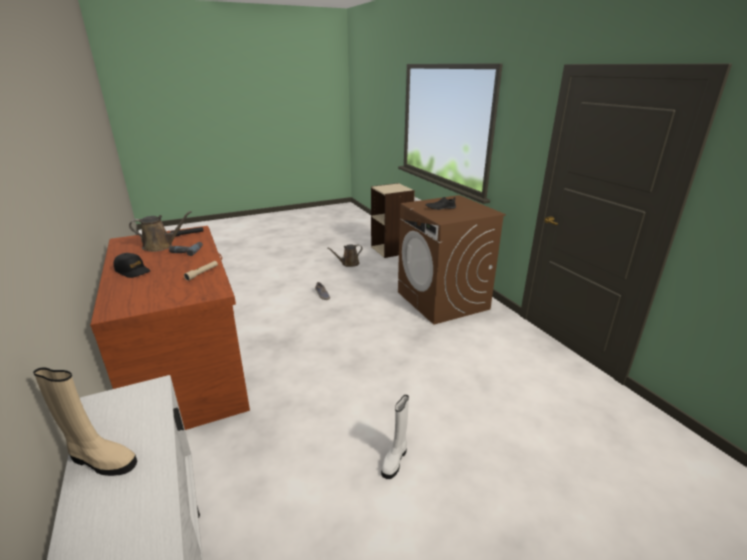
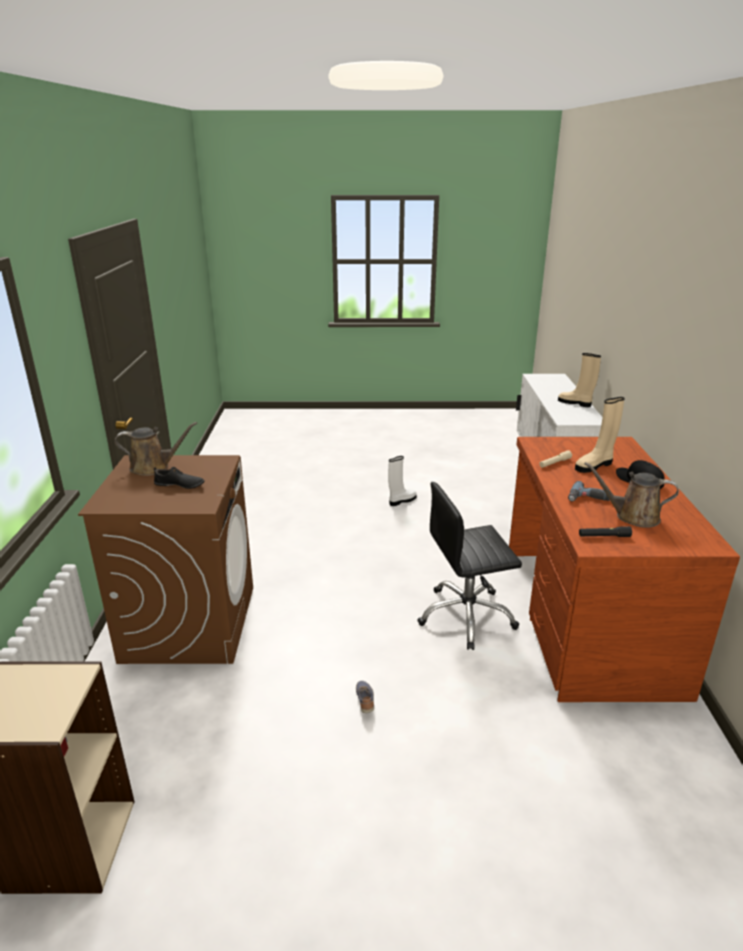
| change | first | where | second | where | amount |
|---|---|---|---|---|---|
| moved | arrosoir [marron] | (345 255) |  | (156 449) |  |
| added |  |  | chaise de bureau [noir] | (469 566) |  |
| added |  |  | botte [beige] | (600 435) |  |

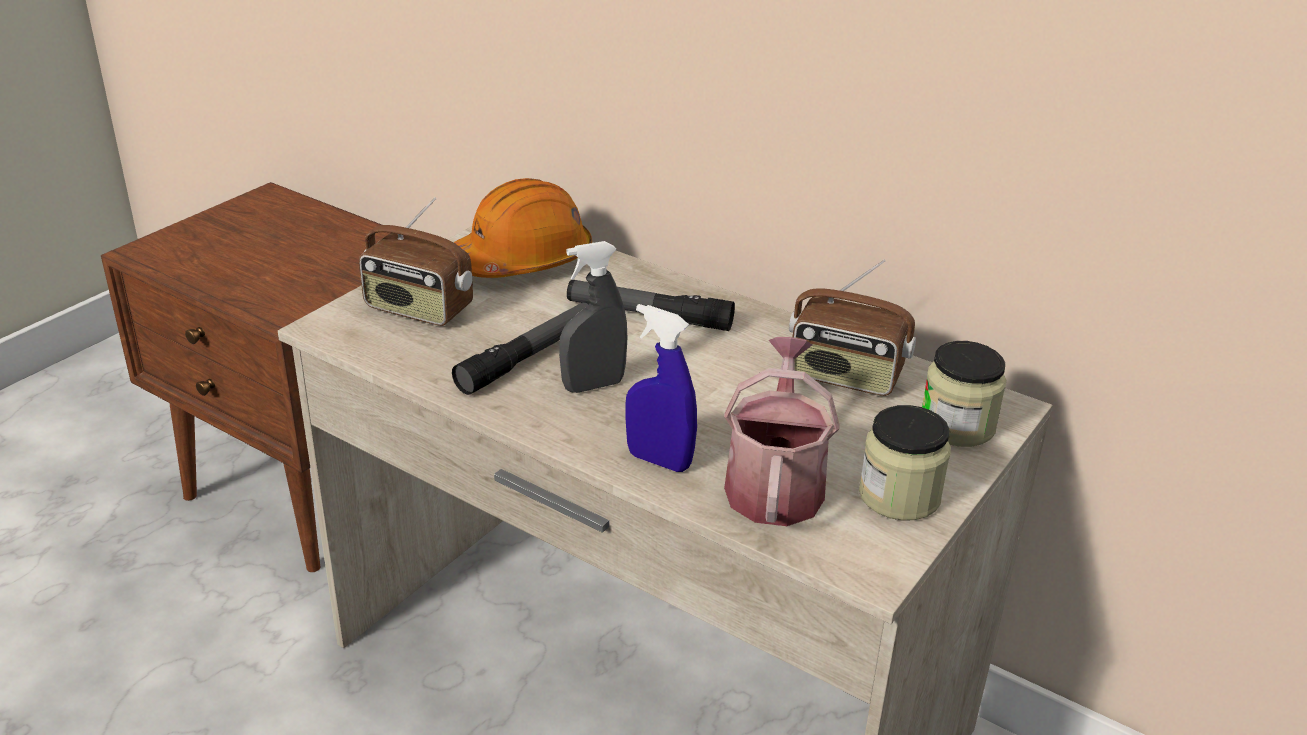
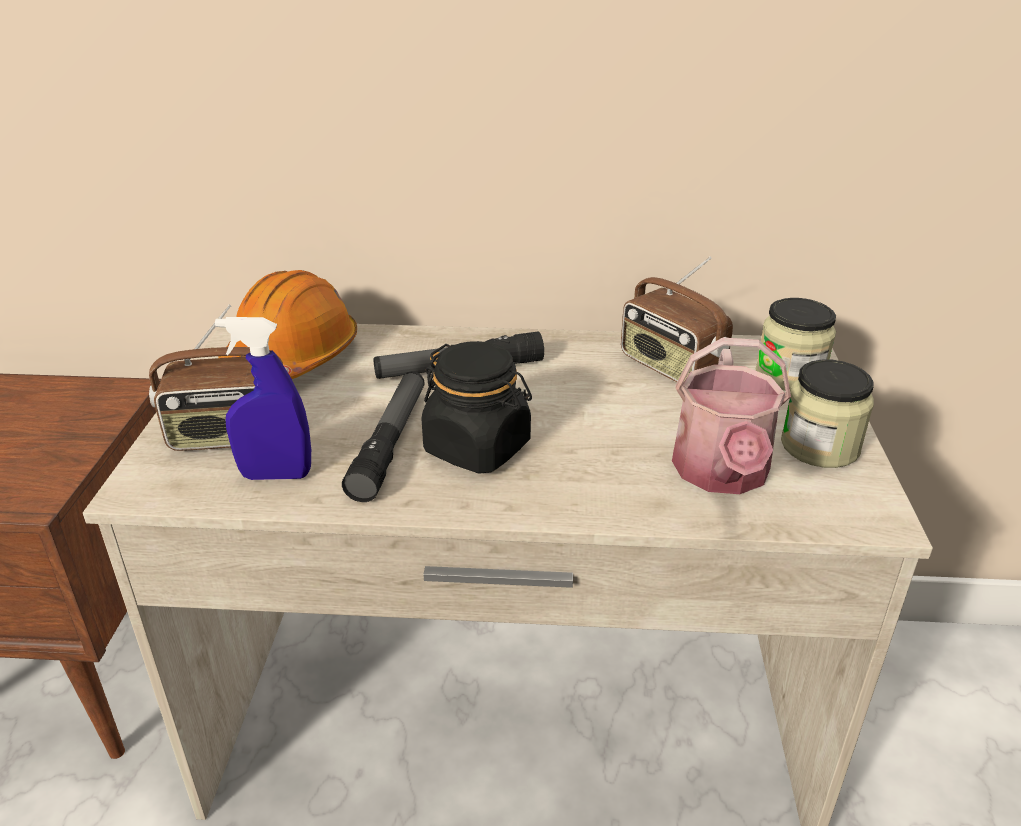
| change | first | where | second | where | amount |
|---|---|---|---|---|---|
| replaced | vaporisateur [gris] | (593 317) | bocal [noir] | (477 407) |  |
| moved | vaporisateur [bleu] | (661 388) |  | (263 398) |  |
| turned | arrosoir | (782 431) |  | (731 415) | 150 degrees counterclockwise |
| turned | radio | (852 327) |  | (677 319) | 60 degrees clockwise |

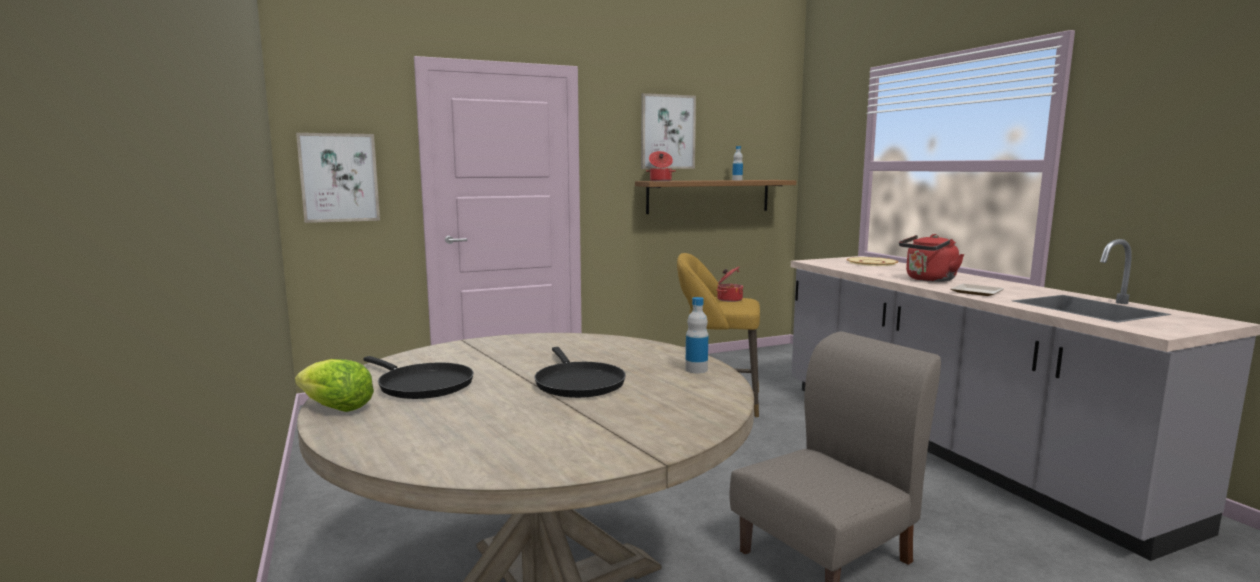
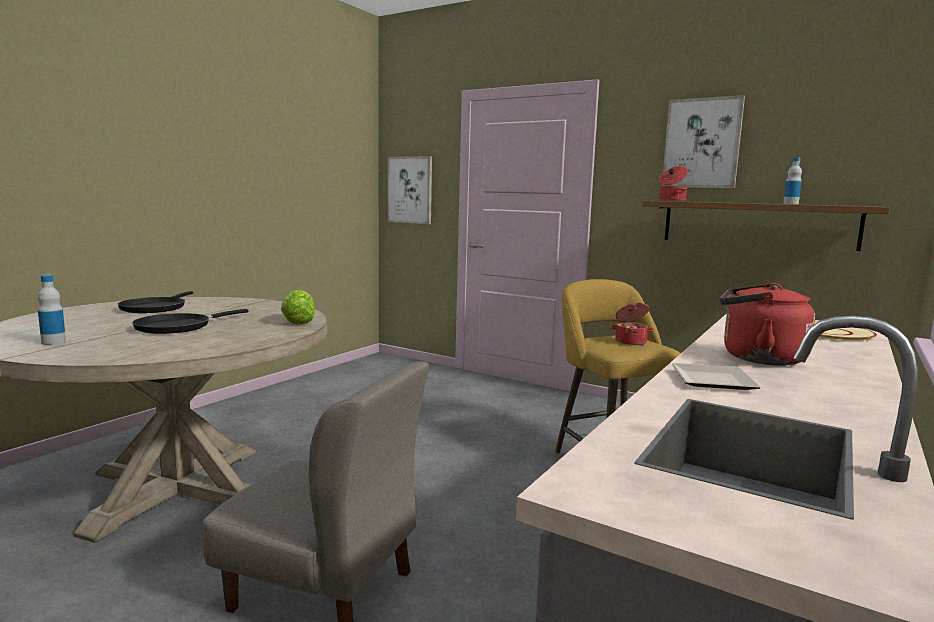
| change | first | where | second | where | amount |
|---|---|---|---|---|---|
| moved | laitue | (334 385) |  | (298 307) |  |
| moved | bouteille | (696 335) |  | (52 310) |  |

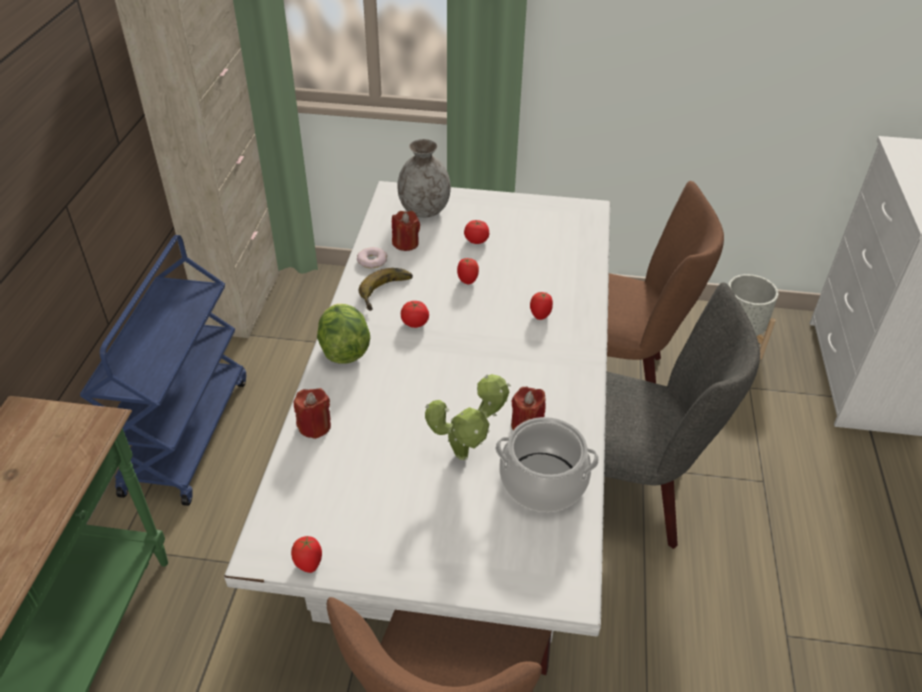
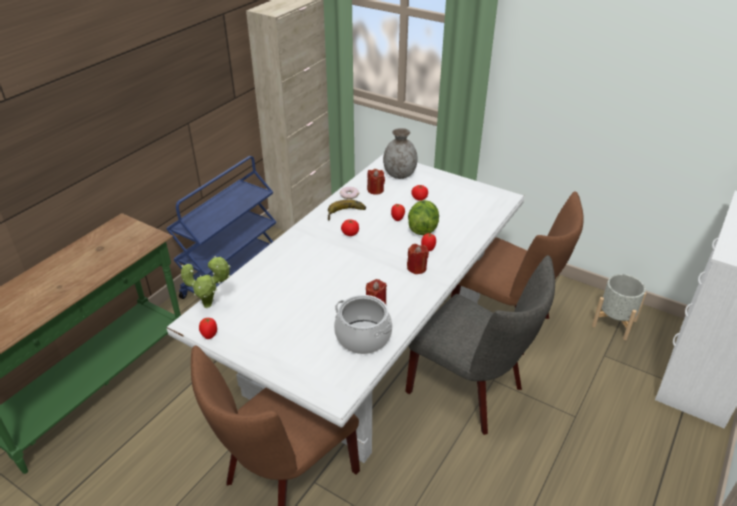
| change | first | where | second | where | amount |
|---|---|---|---|---|---|
| moved | bougie [rouge] | (312 413) |  | (418 259) |  |
| moved | laitue | (343 333) |  | (423 217) |  |
| moved | plante en pot | (468 417) |  | (206 281) |  |

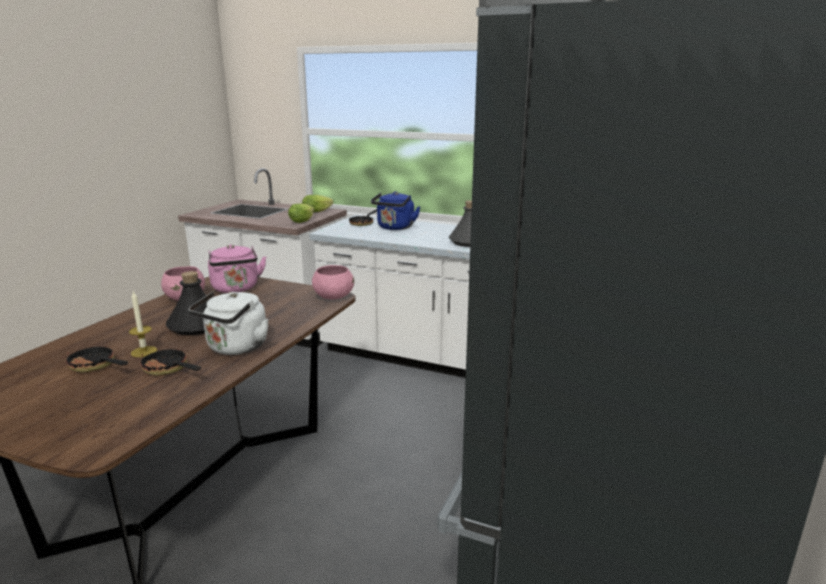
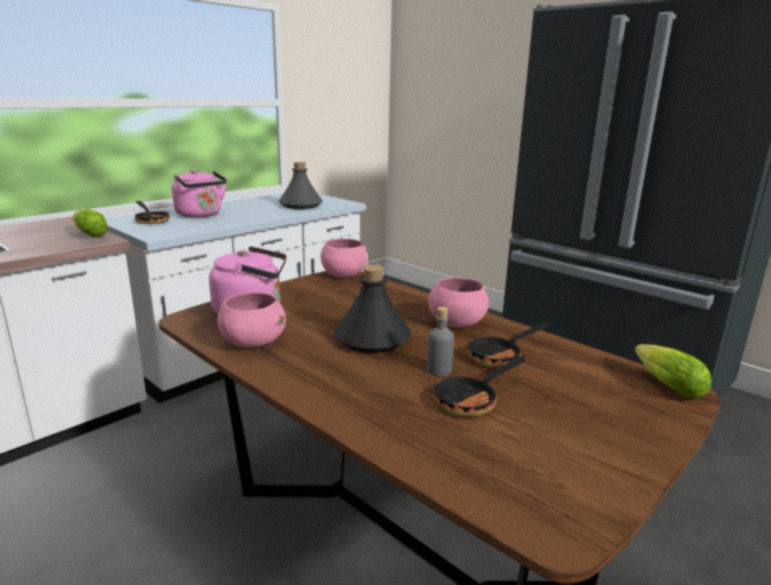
| change | first | where | second | where | amount |
|---|---|---|---|---|---|
| replaced | bougie | (143 324) | bouteille [gris] | (440 341) |  |
| replaced | bouilloire [blanc] | (229 323) | bol [rose] | (458 302) |  |
| moved | laitue | (317 204) |  | (673 371) |  |
| recoloured | bouilloire [bleu] | (395 210) | bouilloire [rose] | (199 193) |  |

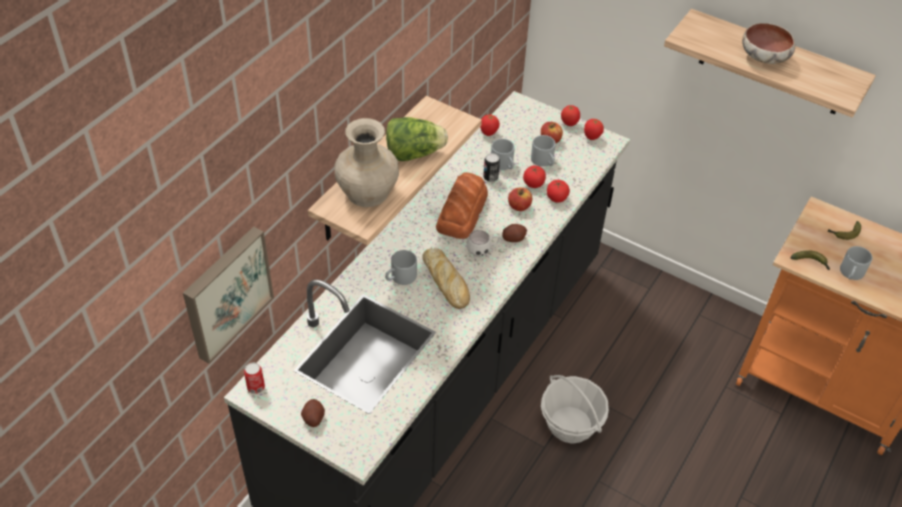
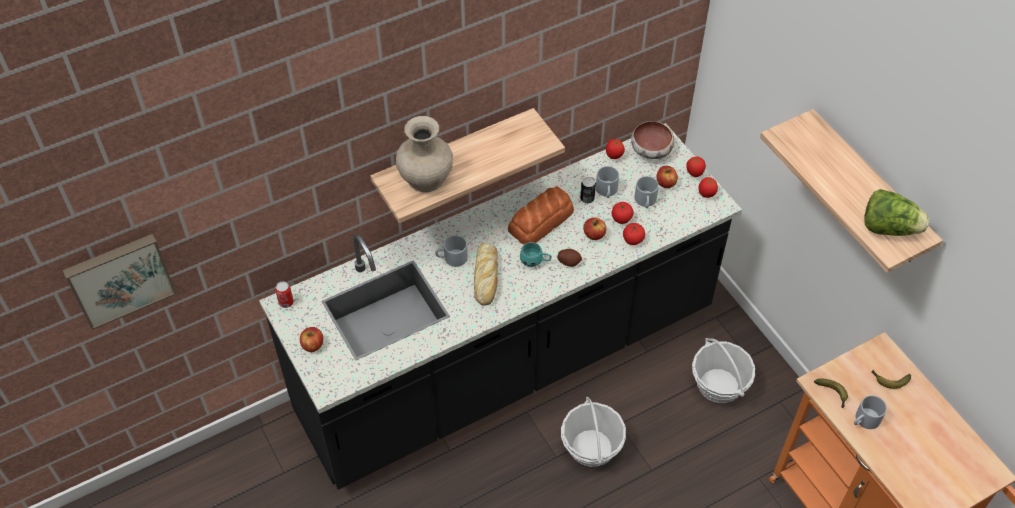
| change | first | where | second | where | amount |
|---|---|---|---|---|---|
| moved | tableau | (228 295) |  | (119 282) |  |
| replaced | pomme de terre | (313 413) | pomme | (311 339) |  |
| moved | laitue | (417 139) |  | (896 212) |  |
| recoloured | mug [blanc] | (483 243) | mug [turquoise] | (536 254) |  |
| moved | bol | (768 43) |  | (652 140) |  |
| added |  |  | panier | (723 370) |  |

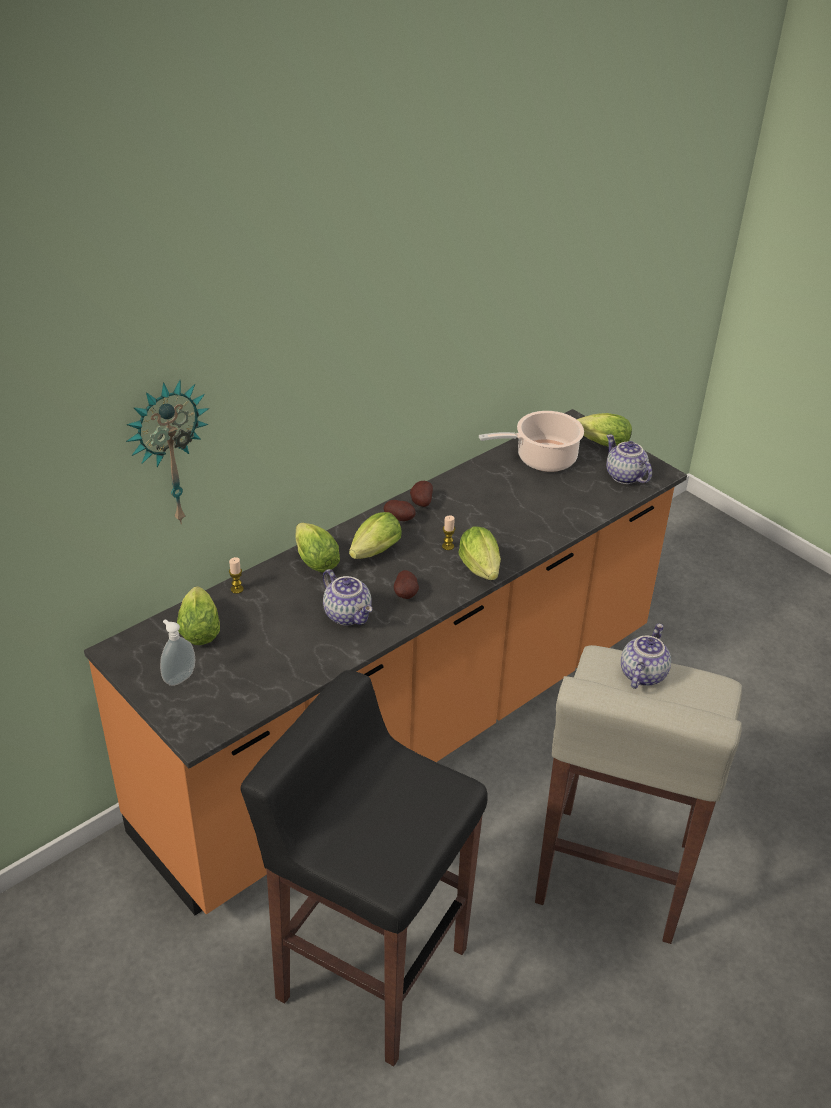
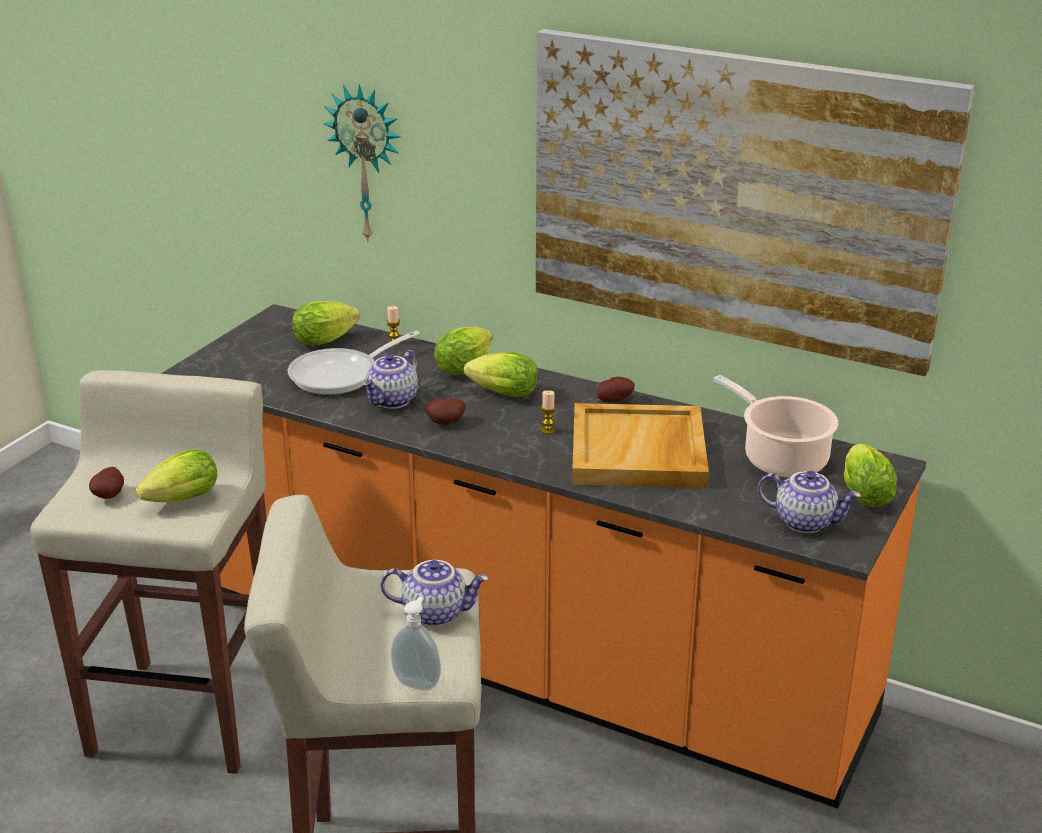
| change | first | where | second | where | amount |
|---|---|---|---|---|---|
| moved | distributeur de savon | (177 652) |  | (416 644) |  |
| recoloured | tabouret [noir] | (364 868) | tabouret [beige] | (148 572) |  |
| moved | pomme de terre | (400 510) |  | (106 483) |  |
| moved | laitue | (479 553) |  | (176 475) |  |
| turned | théière | (629 459) |  | (809 502) | 75 degrees clockwise |
| added |  |  | poêle | (354 363) |  |
| added |  |  | tableau | (755 202) |  |
| added |  |  | plateau [beige] | (640 445) |  |

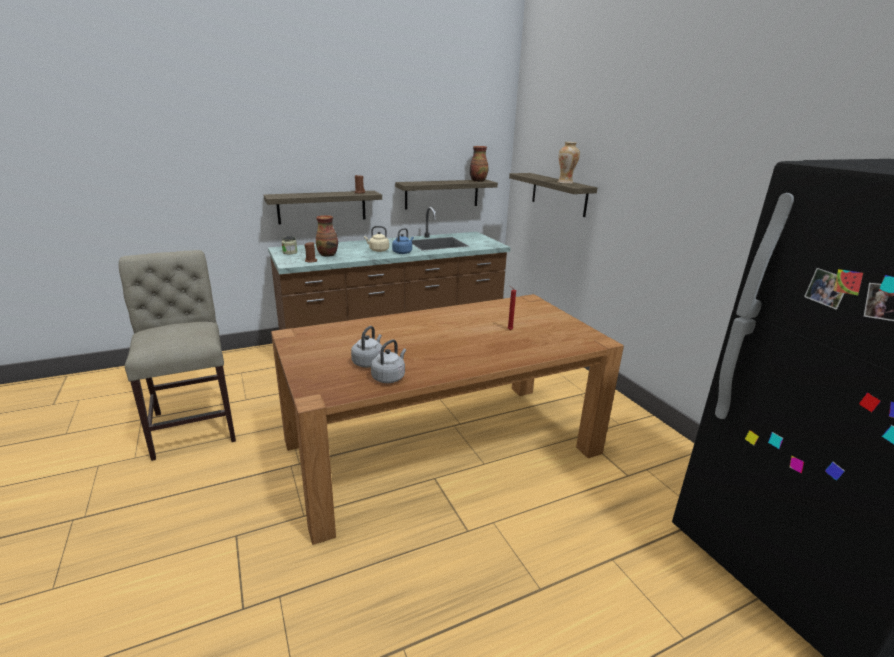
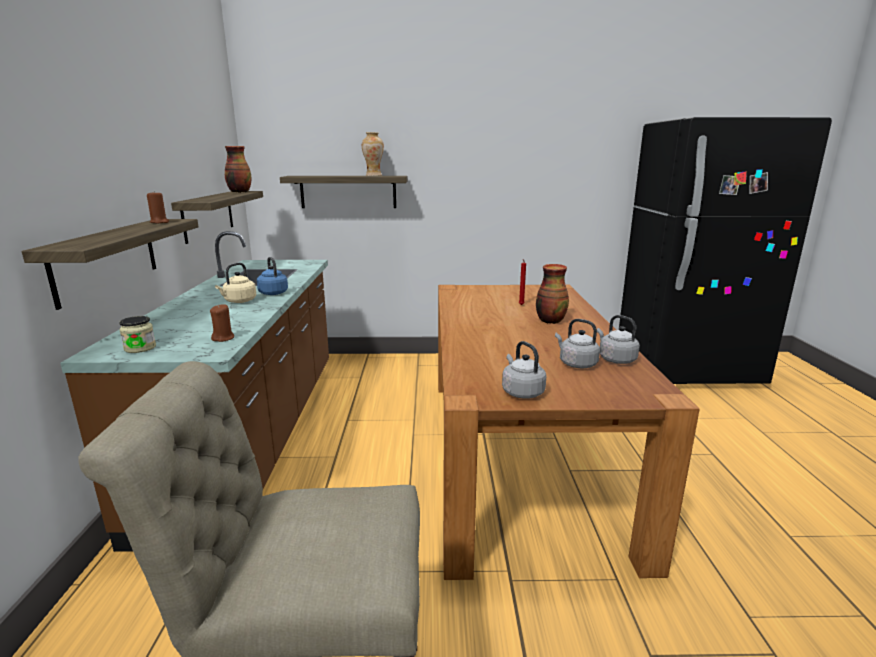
| change | first | where | second | where | amount |
|---|---|---|---|---|---|
| moved | vase | (327 236) |  | (552 294) |  |
| added |  |  | bouilloire [gris] | (524 370) |  |

